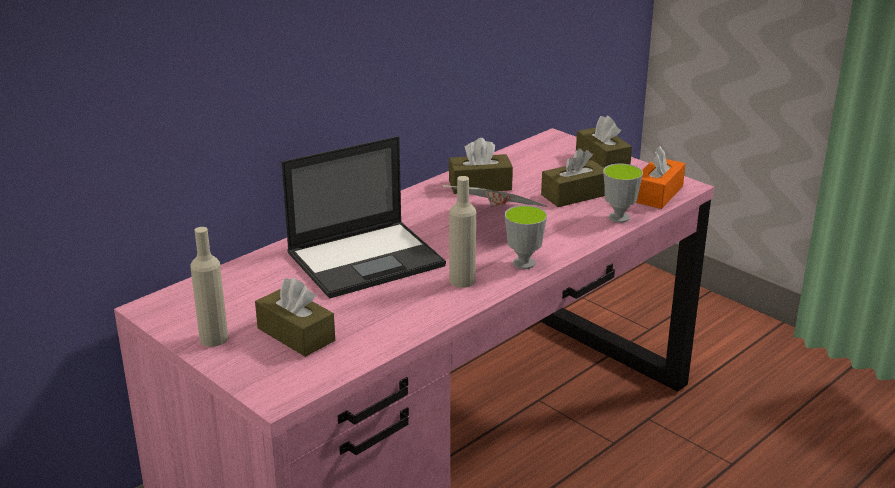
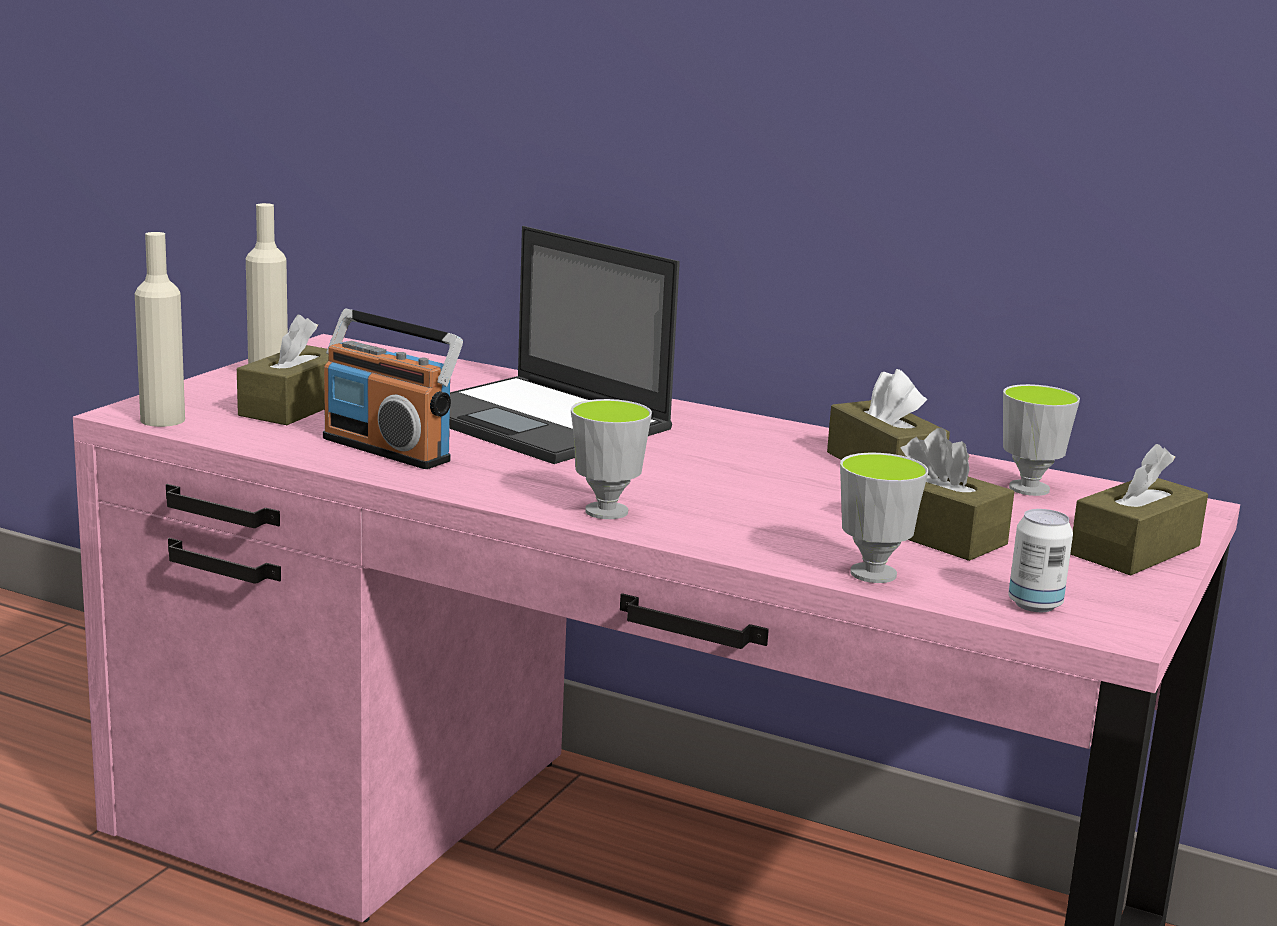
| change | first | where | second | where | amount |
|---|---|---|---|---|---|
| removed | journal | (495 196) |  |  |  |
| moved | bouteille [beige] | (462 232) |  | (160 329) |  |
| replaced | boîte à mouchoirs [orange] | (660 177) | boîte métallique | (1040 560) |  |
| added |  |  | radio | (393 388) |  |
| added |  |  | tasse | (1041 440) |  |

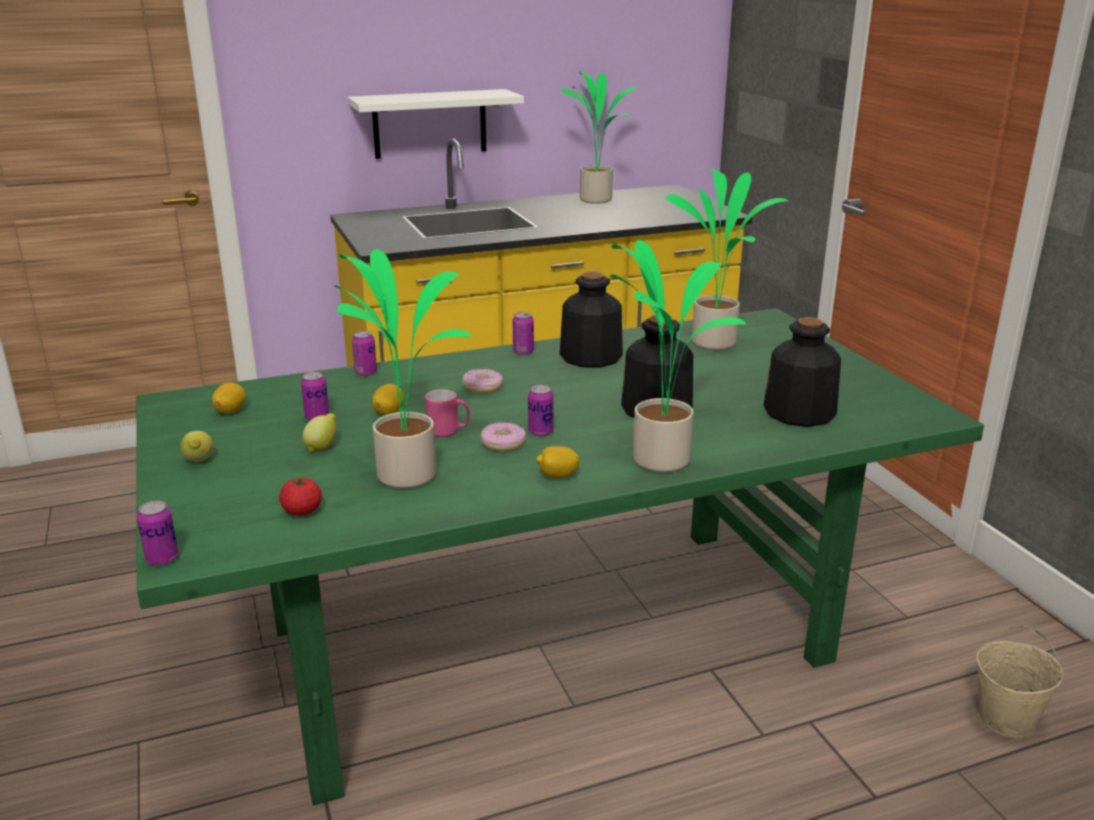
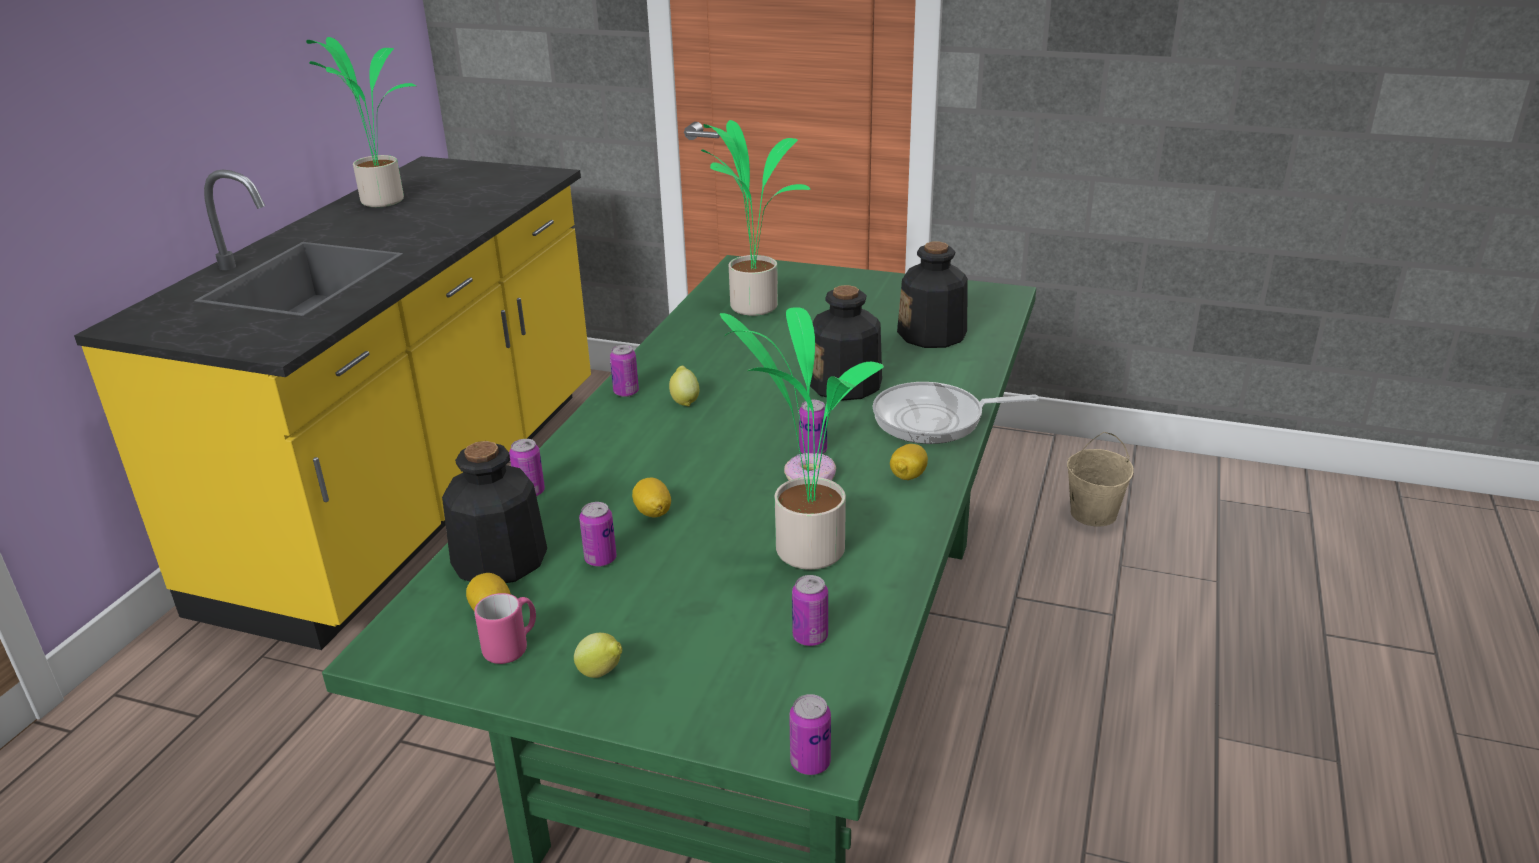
| change | first | where | second | where | amount |
|---|---|---|---|---|---|
| replaced | tomate | (300 496) | boîte métallique | (810 610) |  |
| moved | citron | (319 432) |  | (684 386) |  |
| removed | étagère [blanc] | (436 124) |  |  |  |
| moved | mug [rose] | (447 413) |  | (505 628) |  |
| removed | beignet | (482 381) |  |  |  |
| moved | bouteille | (591 320) |  | (494 512) |  |
| replaced | plante en pot | (678 356) | poêle | (956 413) |  |

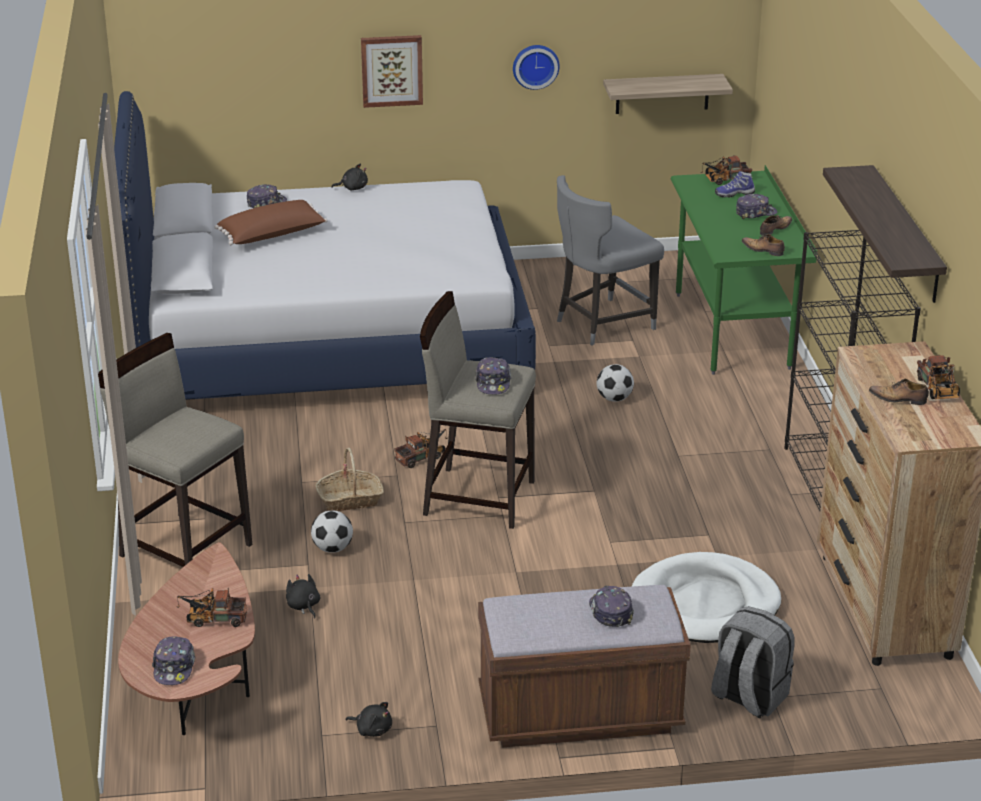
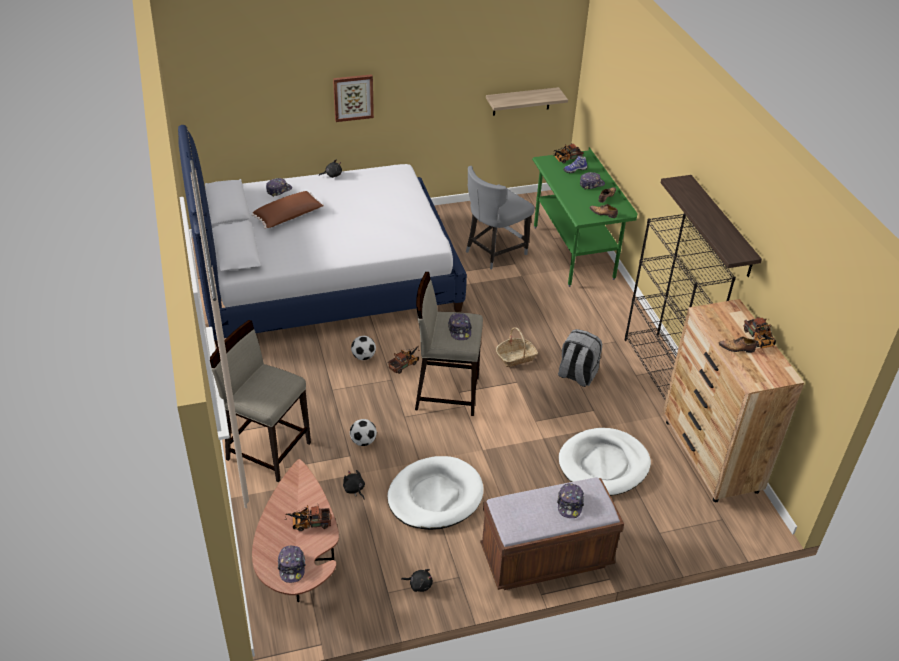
| change | first | where | second | where | amount |
|---|---|---|---|---|---|
| moved | panier | (349 479) |  | (517 347) |  |
| removed | horloge murale | (536 67) |  |  |  |
| turned | casquette | (611 606) |  | (570 500) | 150 degrees counterclockwise |
| moved | ballon de foot | (615 383) |  | (363 348) |  |
| moved | sac à dos [gris] | (752 662) |  | (580 358) |  |
| added |  |  | panier pour chien [blanc] | (435 493) |  |

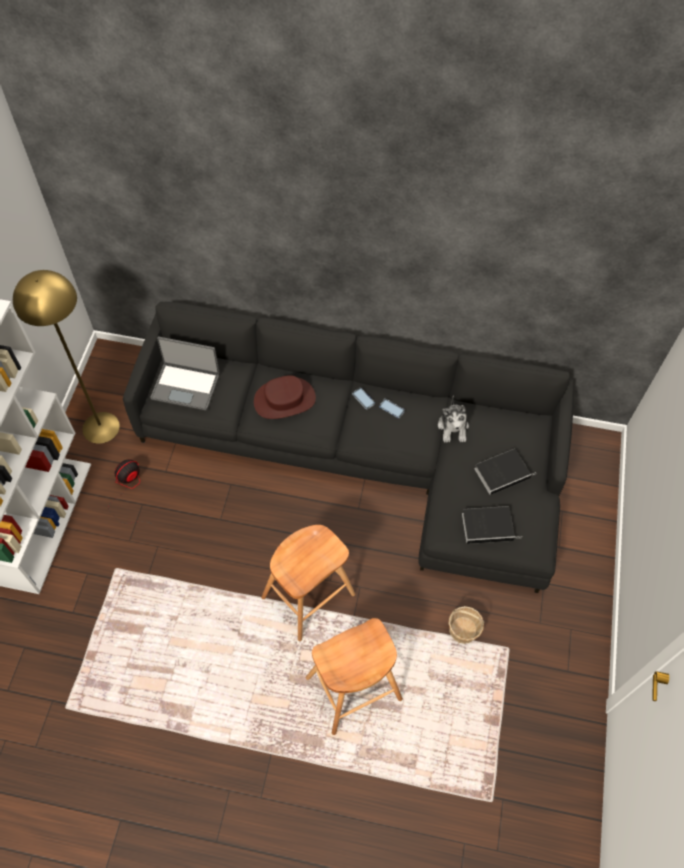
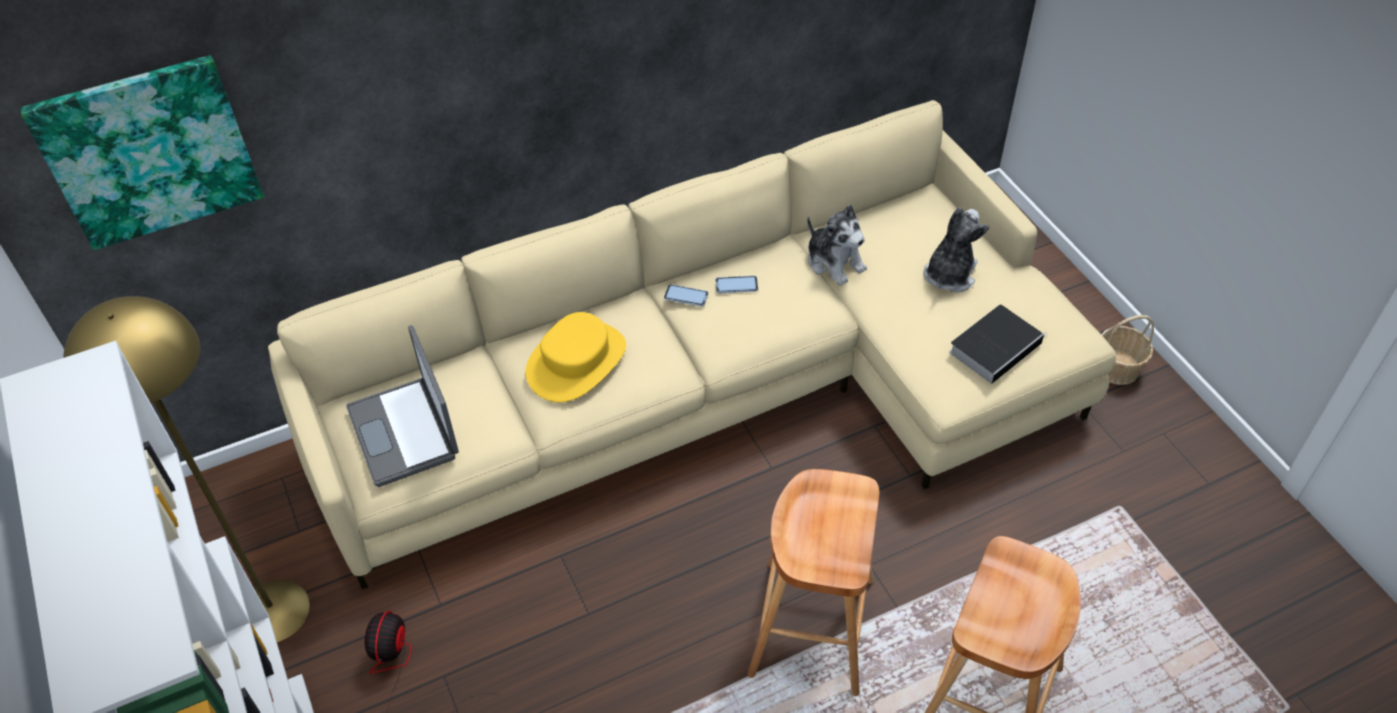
| change | first | where | second | where | amount |
|---|---|---|---|---|---|
| recoloured | canapé [noir] | (348 447) | canapé [beige] | (692 345) |  |
| turned | ordinateur portable | (184 374) |  | (402 406) | 90 degrees clockwise |
| recoloured | chapeau [marron] | (285 397) | chapeau [jaune] | (575 357) |  |
| moved | panier | (466 625) |  | (1127 350) |  |
| replaced | livre | (505 472) | peluche | (956 250) |  |
| added |  |  | tableau | (142 152) |  |

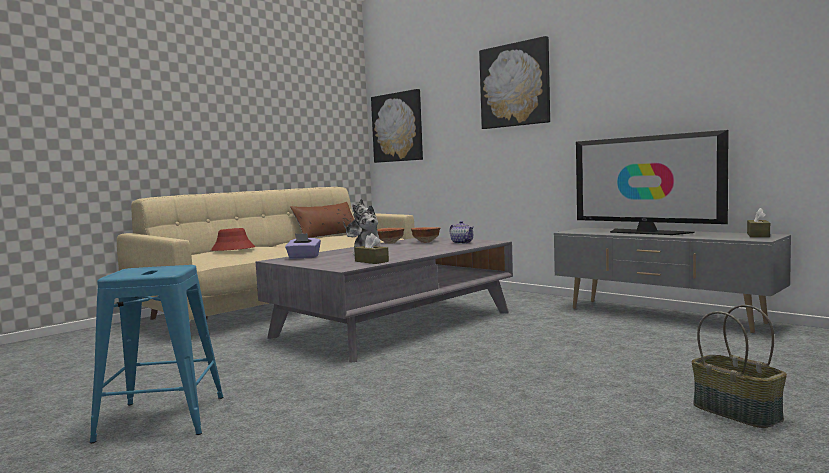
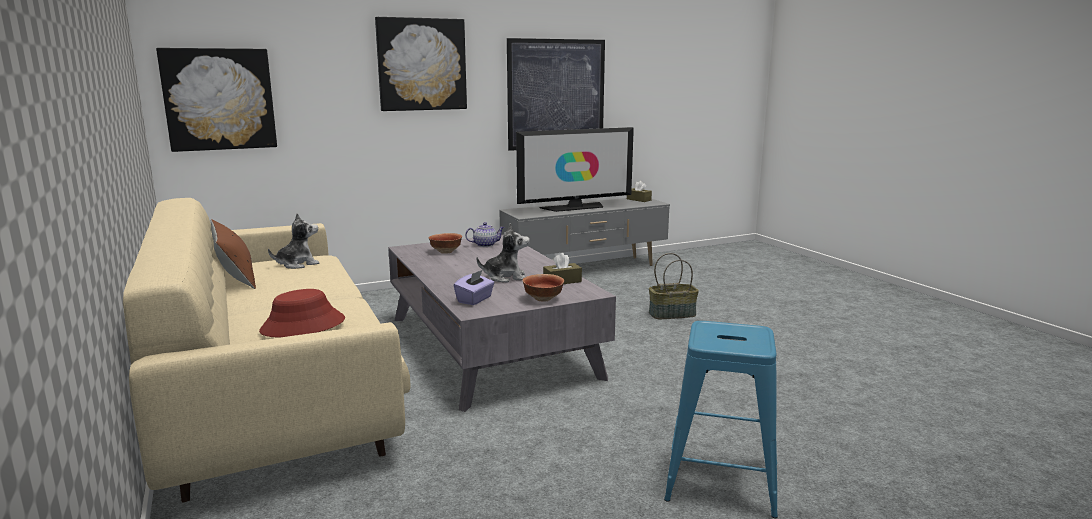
| change | first | where | second | where | amount |
|---|---|---|---|---|---|
| moved | bol | (390 236) |  | (543 288) |  |
| moved | panier | (739 366) |  | (674 286) |  |
| added |  |  | tableau | (556 94) |  |

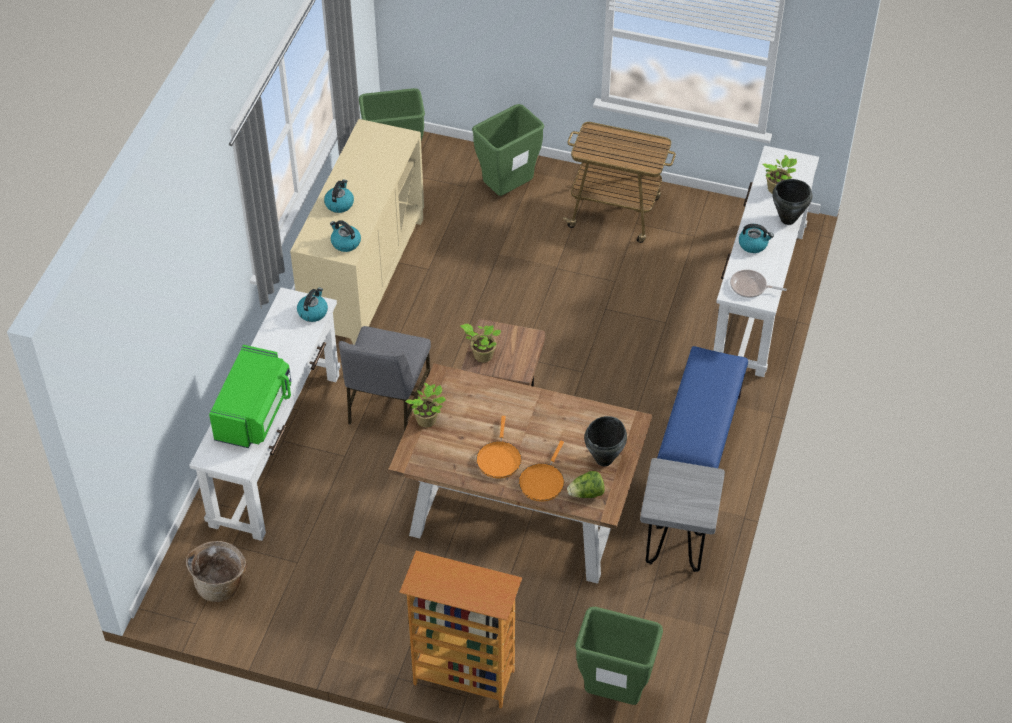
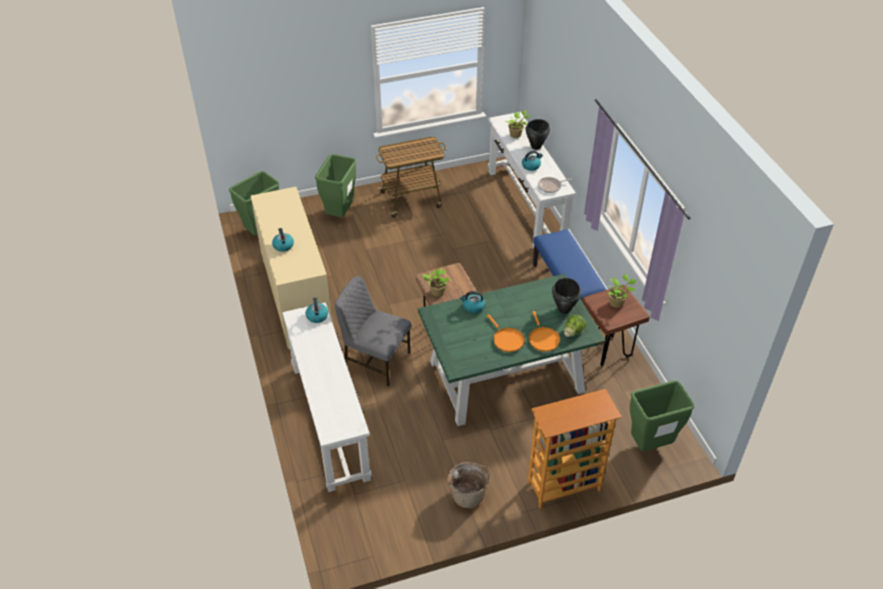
| change | first | where | second | where | amount |
|---|---|---|---|---|---|
| moved | panier | (216 571) |  | (469 485) |  |
| removed | micro-ondes [vert] | (250 396) |  |  |  |
| moved | bouilloire | (345 236) |  | (472 302) |  |
| turned | chaise [gris] | (385 379) |  | (373 331) | 135 degrees clockwise |
| recoloured | table à manger [marron] | (520 473) | table à manger [vert] | (512 350) |  |
| moved | plante en pot | (425 405) |  | (622 291) |  |
| recoloured | tabouret [gris] | (682 515) | tabouret [marron] | (616 325) |  |

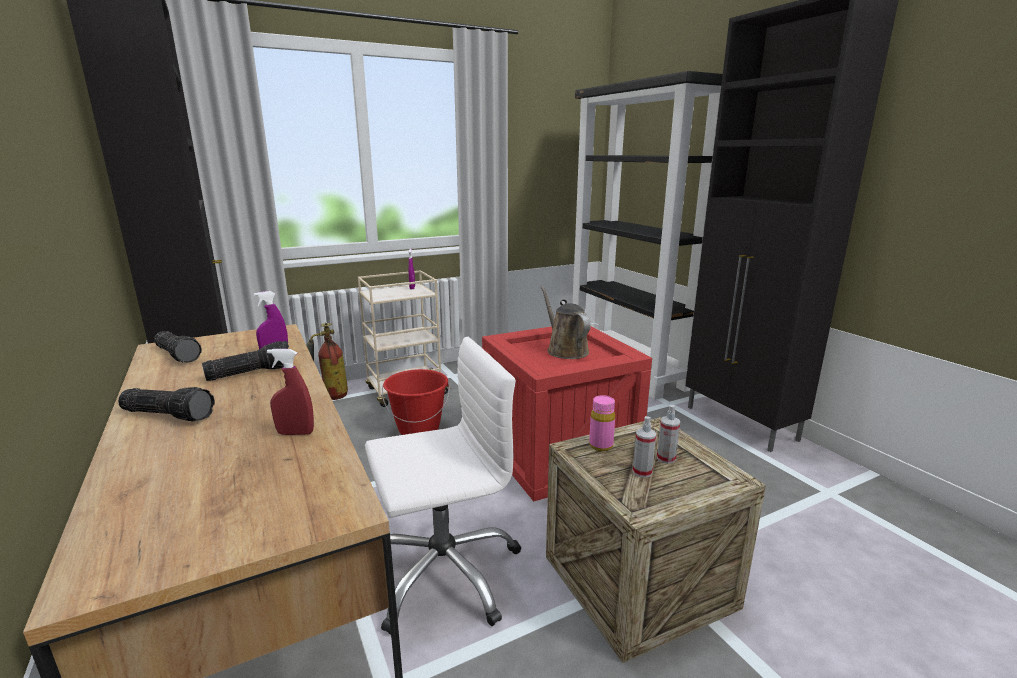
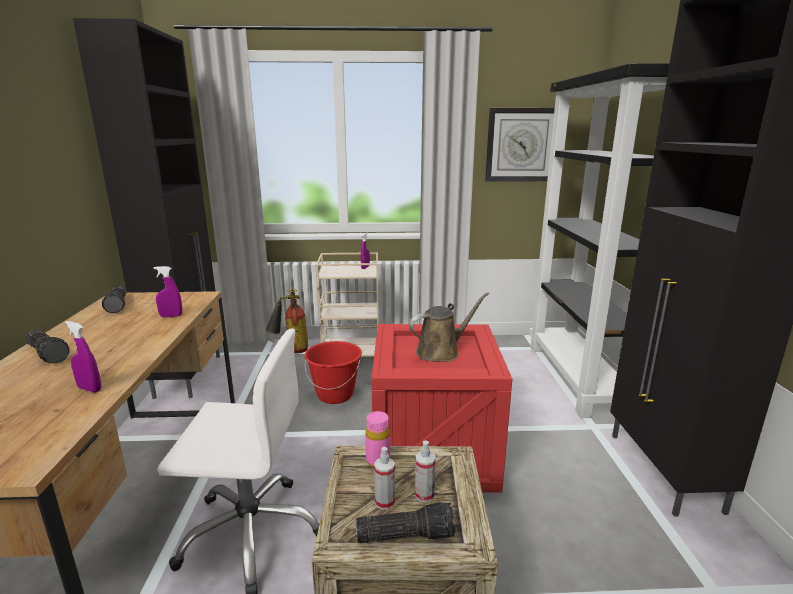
| change | first | where | second | where | amount |
|---|---|---|---|---|---|
| moved | lampe de poche | (245 361) |  | (406 522) |  |
| recoloured | vaporisateur [rouge] | (290 392) | vaporisateur [violet] | (83 356) |  |
| turned | arrosoir [marron] | (565 322) |  | (449 327) | 60 degrees clockwise |
| added |  |  | horloge murale | (520 145) |  |

